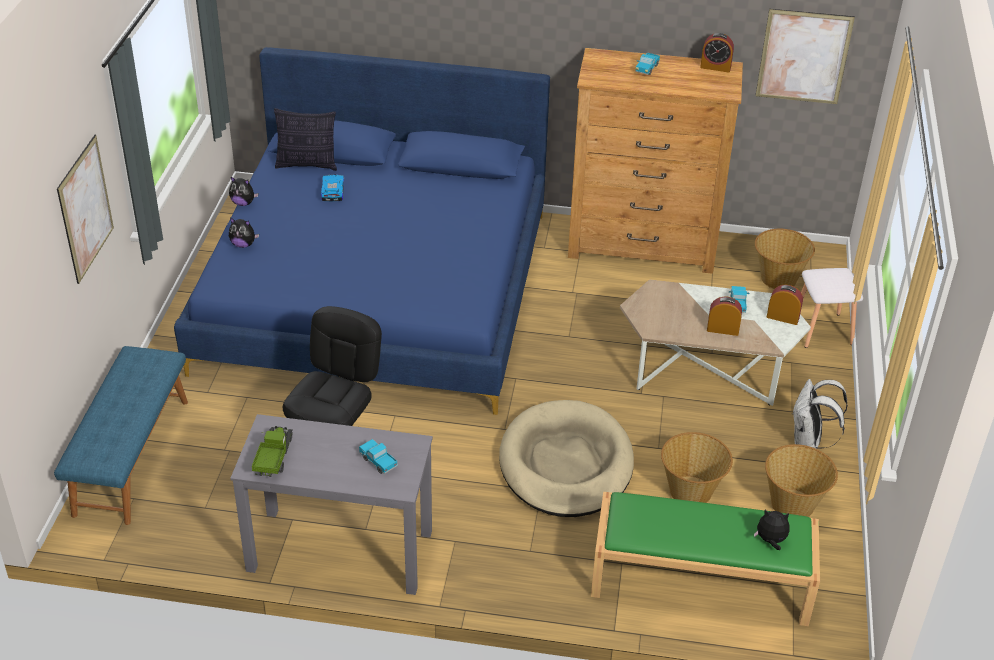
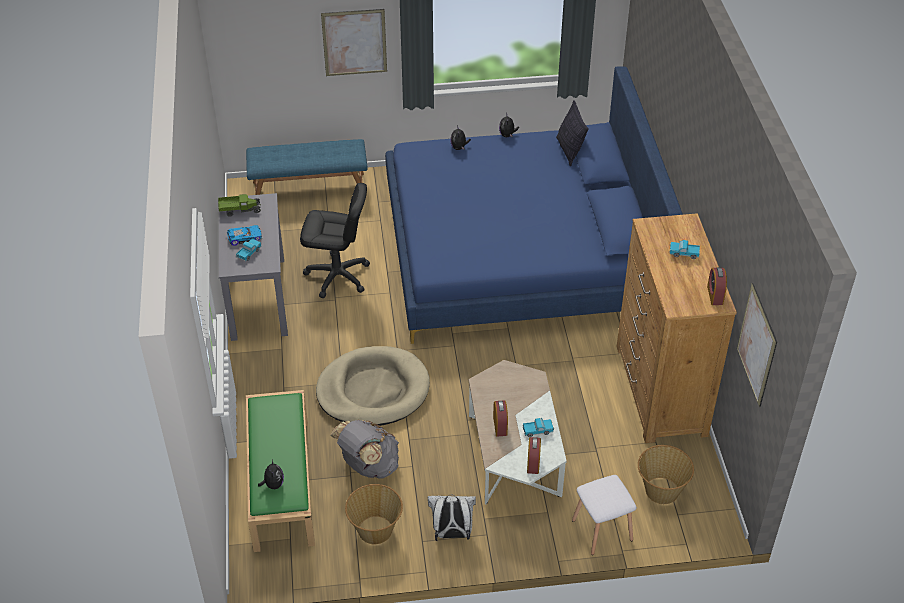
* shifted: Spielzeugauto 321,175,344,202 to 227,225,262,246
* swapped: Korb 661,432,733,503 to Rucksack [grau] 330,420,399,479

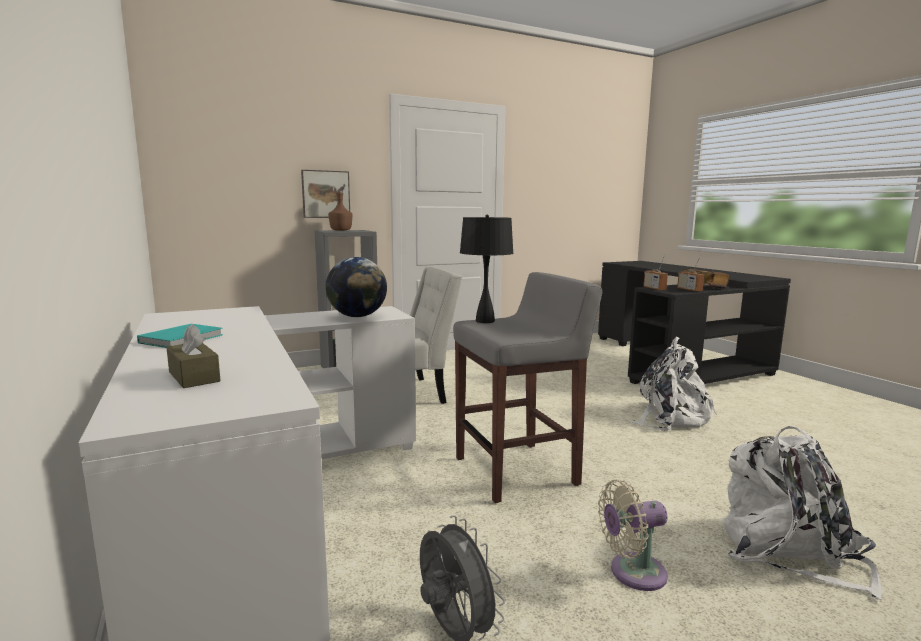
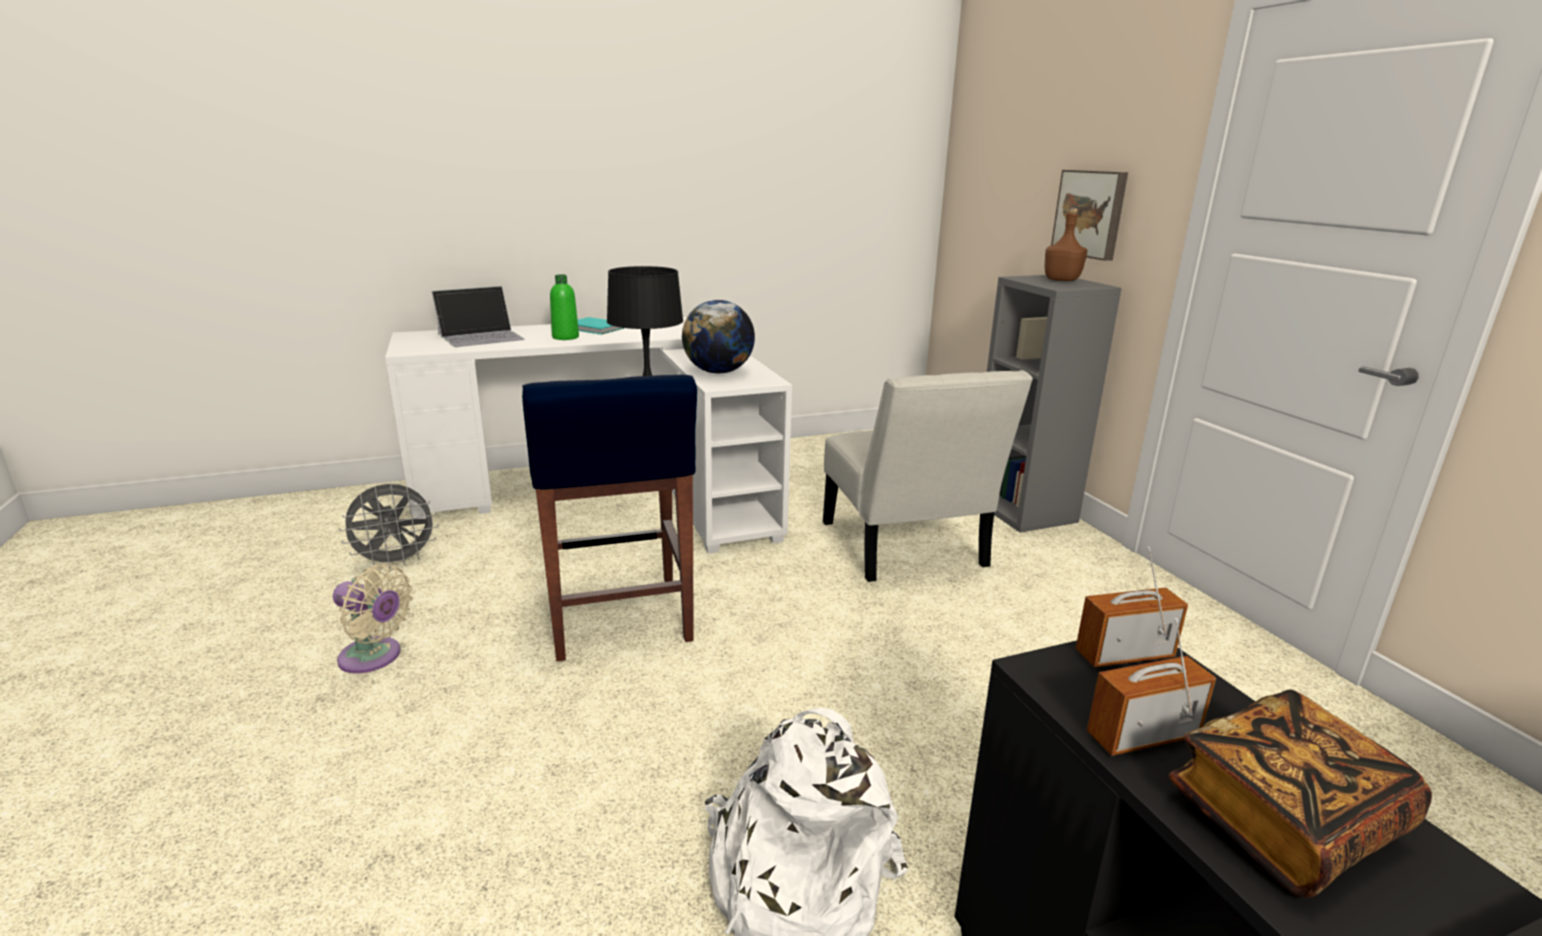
* gone: Rucksack [weiß] 724,426,882,600
* new: Flasche [grün] 550,274,579,340
* swapped: Taschentuchbox [braun] 166,324,221,388 to Laptop 432,286,525,347
* repainted: Hocker [grau] 453,272,603,503 to Hocker [blau] 522,375,697,662
* rotated: Ventilator [beige] 598,480,668,591 = 333,564,413,673 120 degrees clockwise

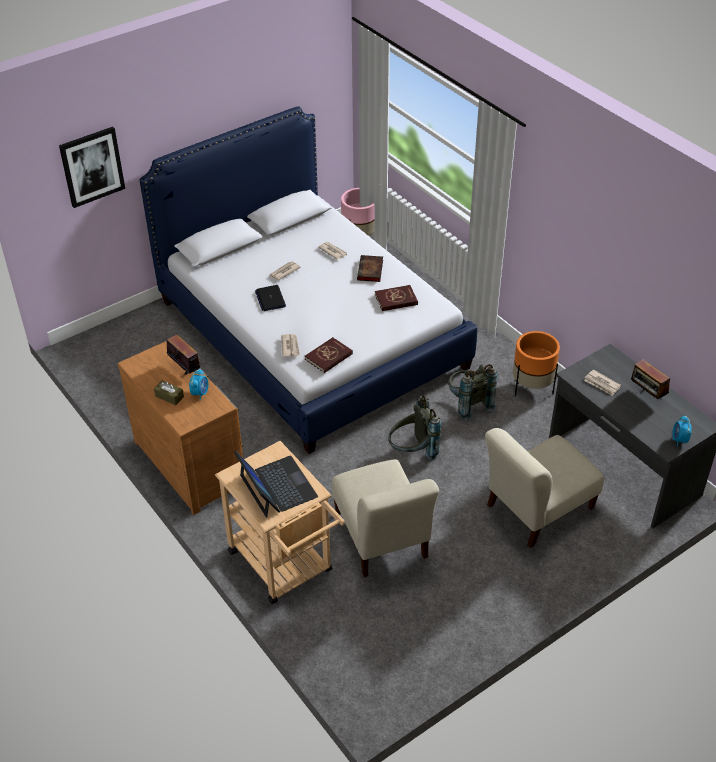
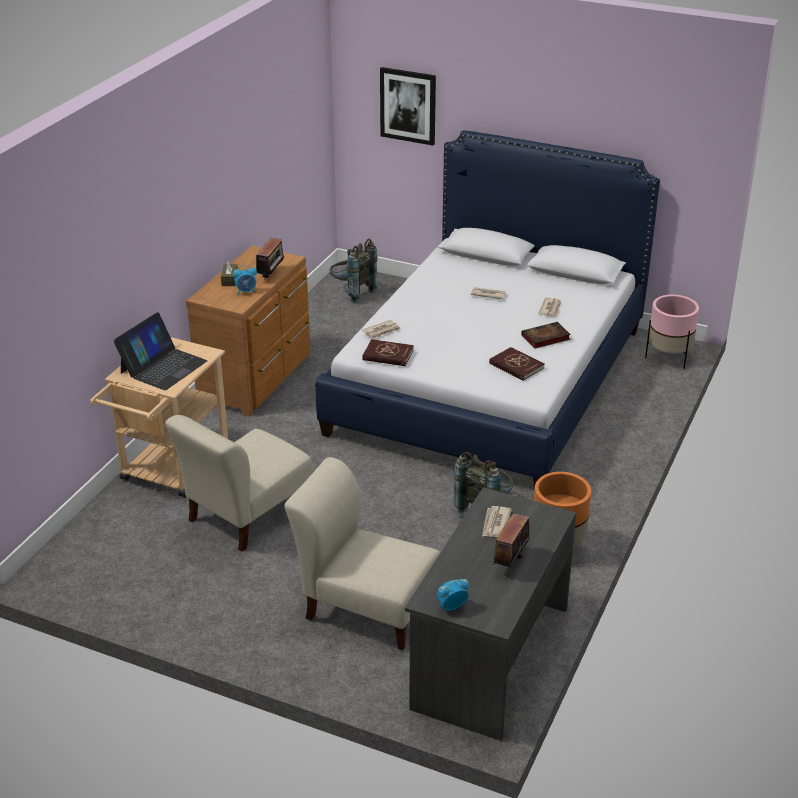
* gone: Laptop 255,285,286,311
* shifted: Rucksack [grau] 388,395,442,460 to 330,239,379,303

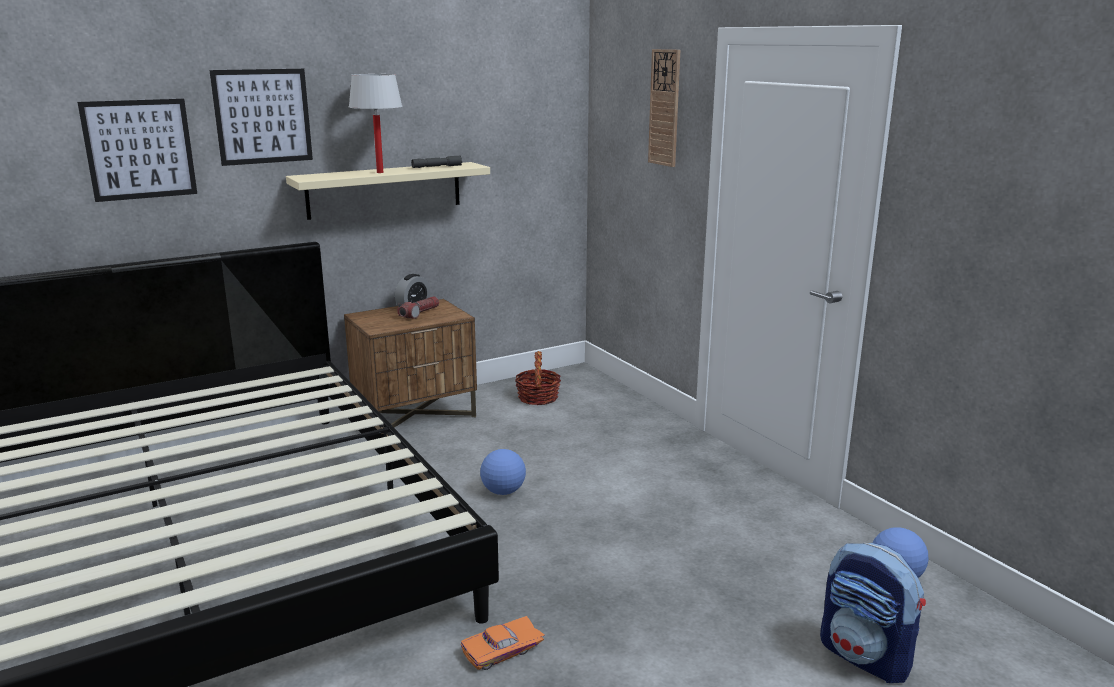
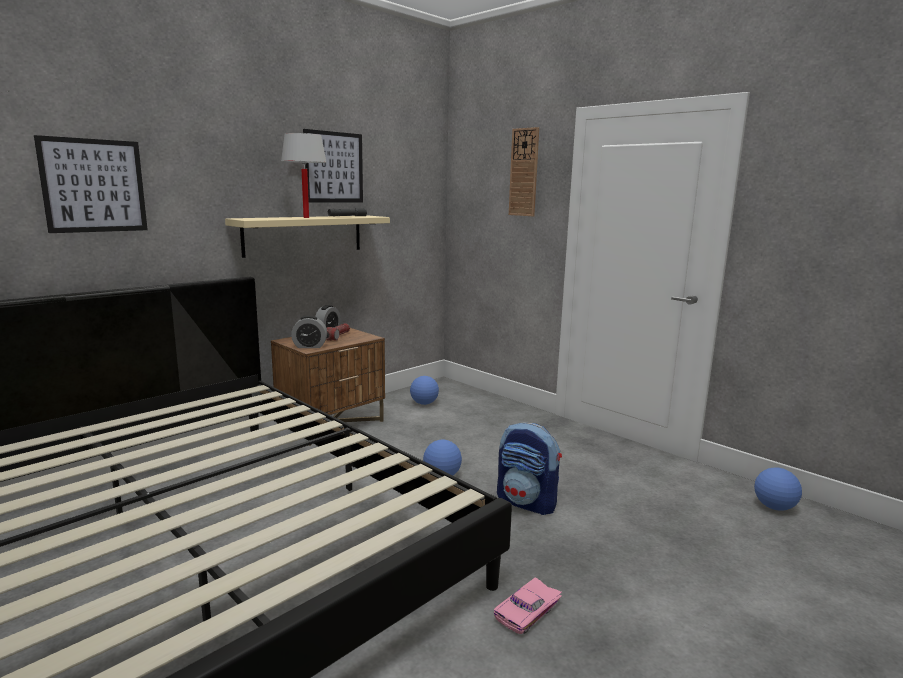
* new: Wecker 291,316,327,348
* shifted: Bild 209,69,313,166 to 303,129,363,202
* shifted: Rucksack 820,543,926,683 to 497,422,562,515
* swapped: Korb 515,351,561,405 to Fußball 410,376,439,405
* repainted: Spielzeugauto [orange] 461,616,545,670 to Spielzeugauto [rosa] 494,577,562,634

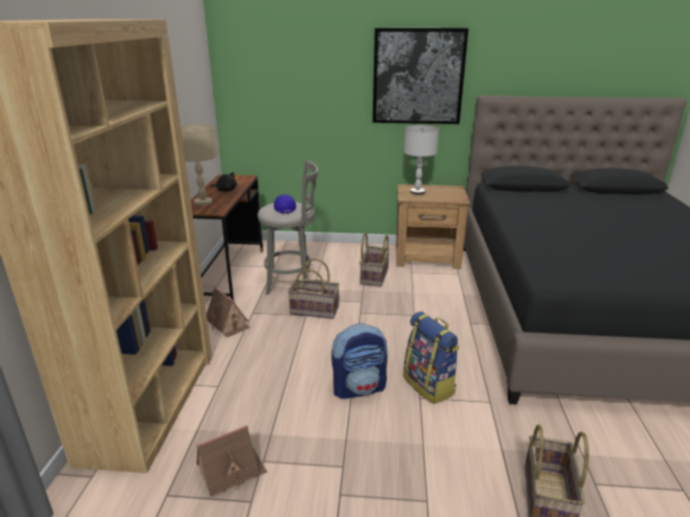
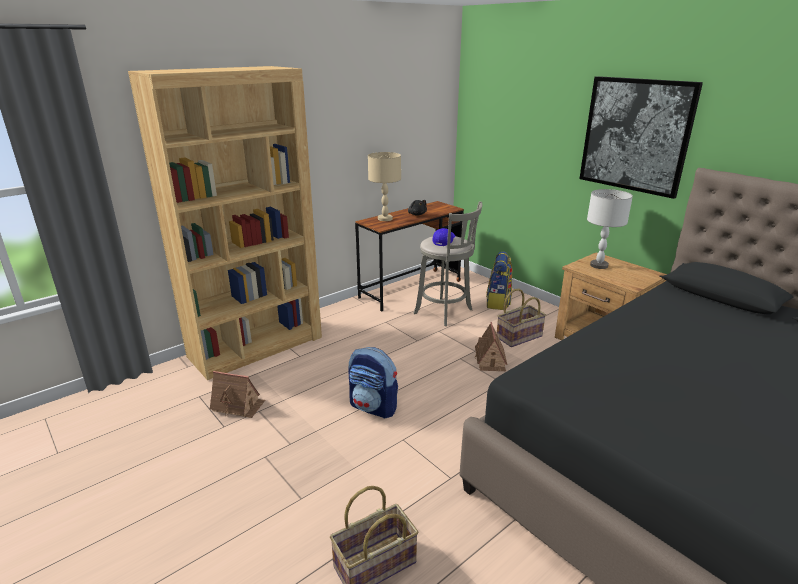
* gone: Korb 288,258,339,319
* shifted: Spielzeughaus 206,287,251,338 to 475,322,508,371
* shifted: Rucksack 403,312,460,404 to 486,251,513,310

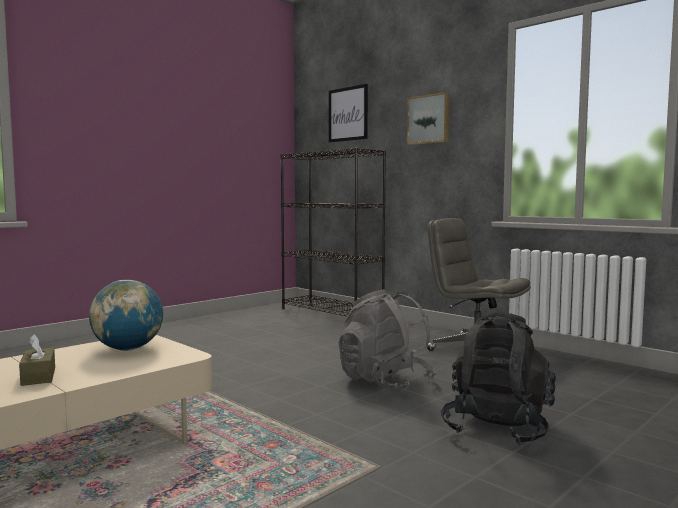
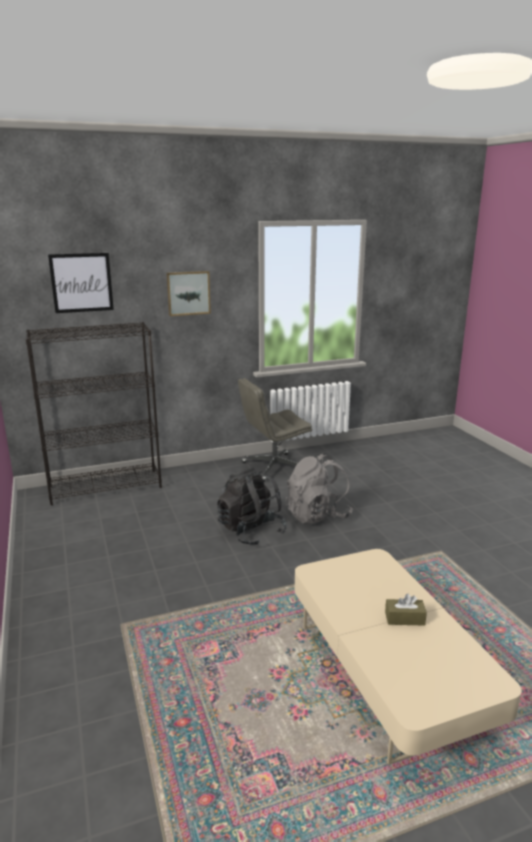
* gone: Globus 89,280,163,351
* shifted: Rucksack [schwarz] 441,312,556,445 to 217,467,287,545

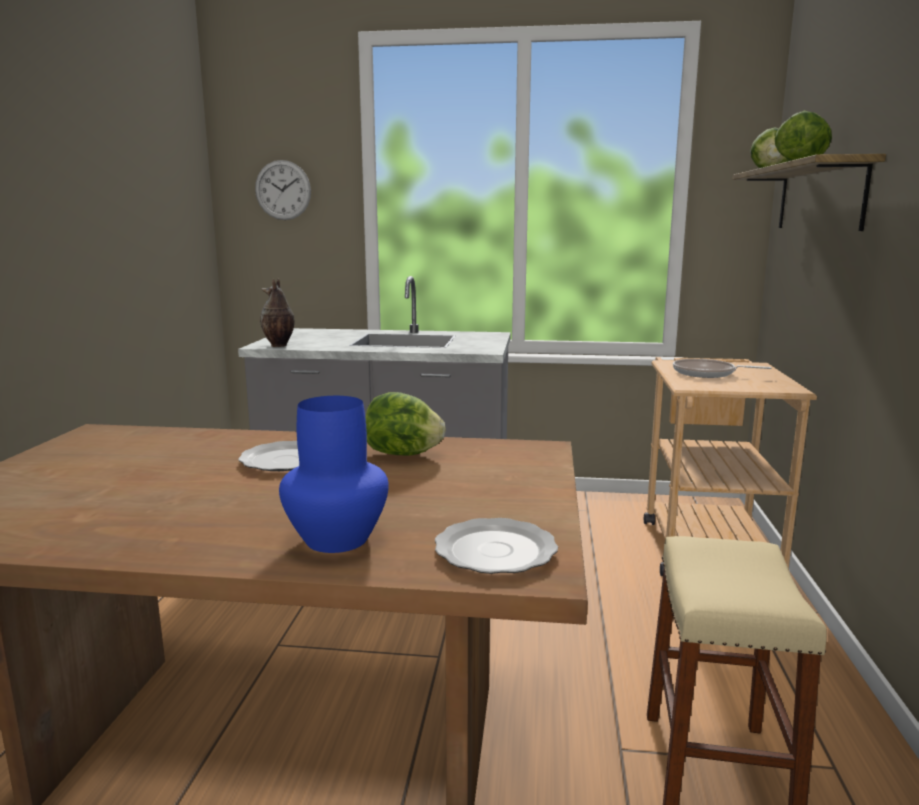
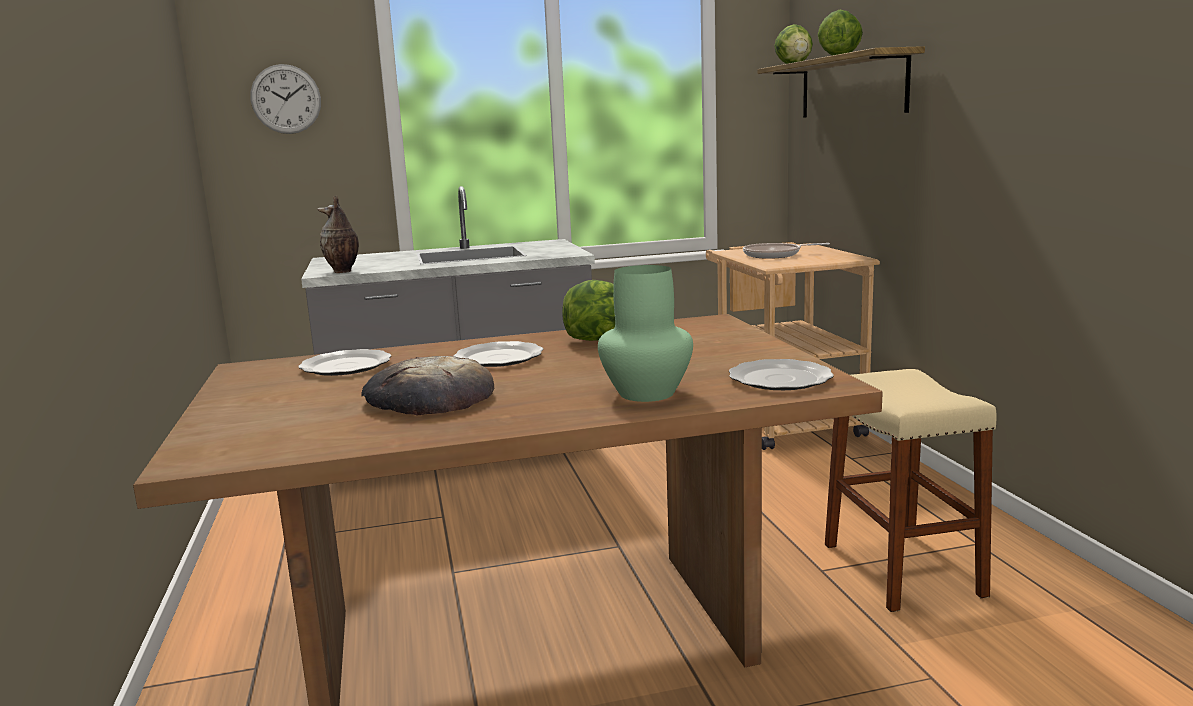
* new: Teller 298,349,392,376
* new: Brot 361,356,494,415
* repainted: Vase [blau] 279,396,389,553 to Vase [grün] 598,265,693,402

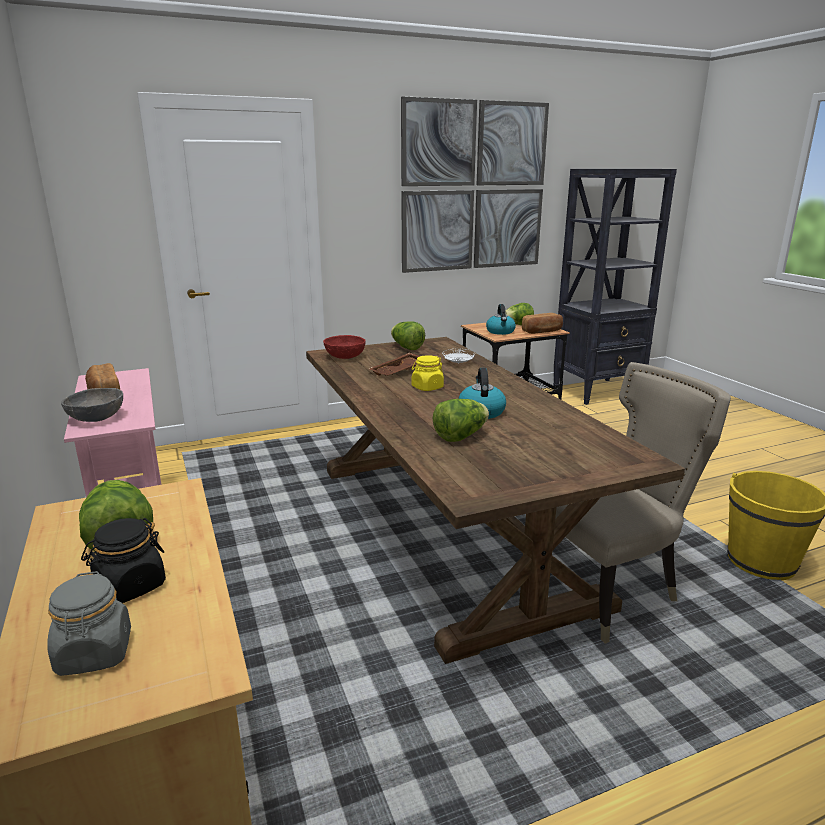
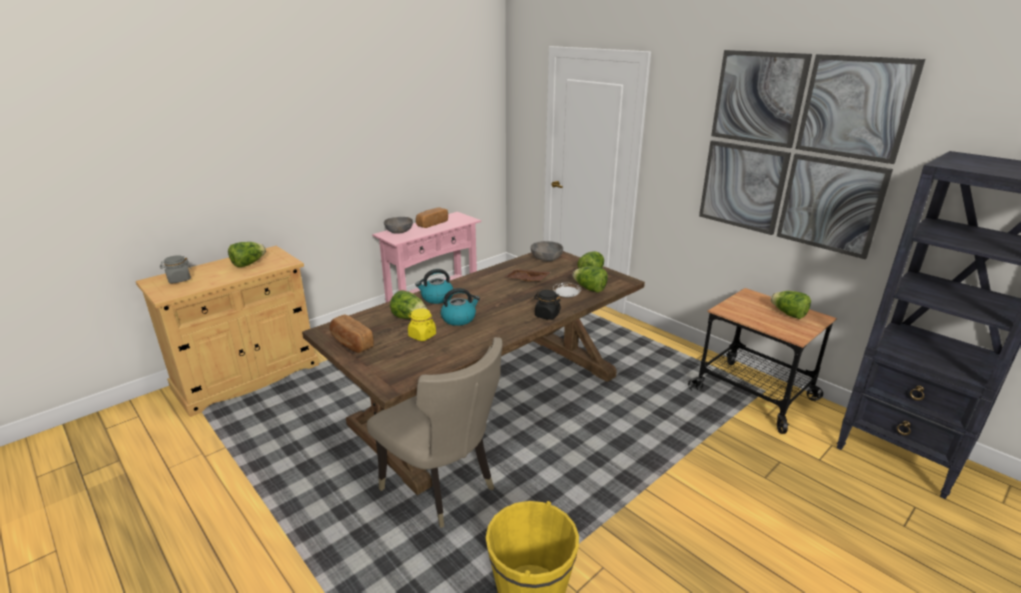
* new: Salatkopf 572,266,608,293
* shifted: Vorratsglas [schwarz] 81,518,166,603 to 534,290,561,320
* shifted: Vorratsglas [gelb] 412,355,444,391 to 408,308,436,341
* shifted: Wasserkessel 486,304,516,335 to 415,269,453,304
* shifted: Brot 522,313,563,334 to 330,314,374,353
* repainted: Schüssel [rot] 323,335,366,359 to Schüssel [grau] 530,241,563,261

